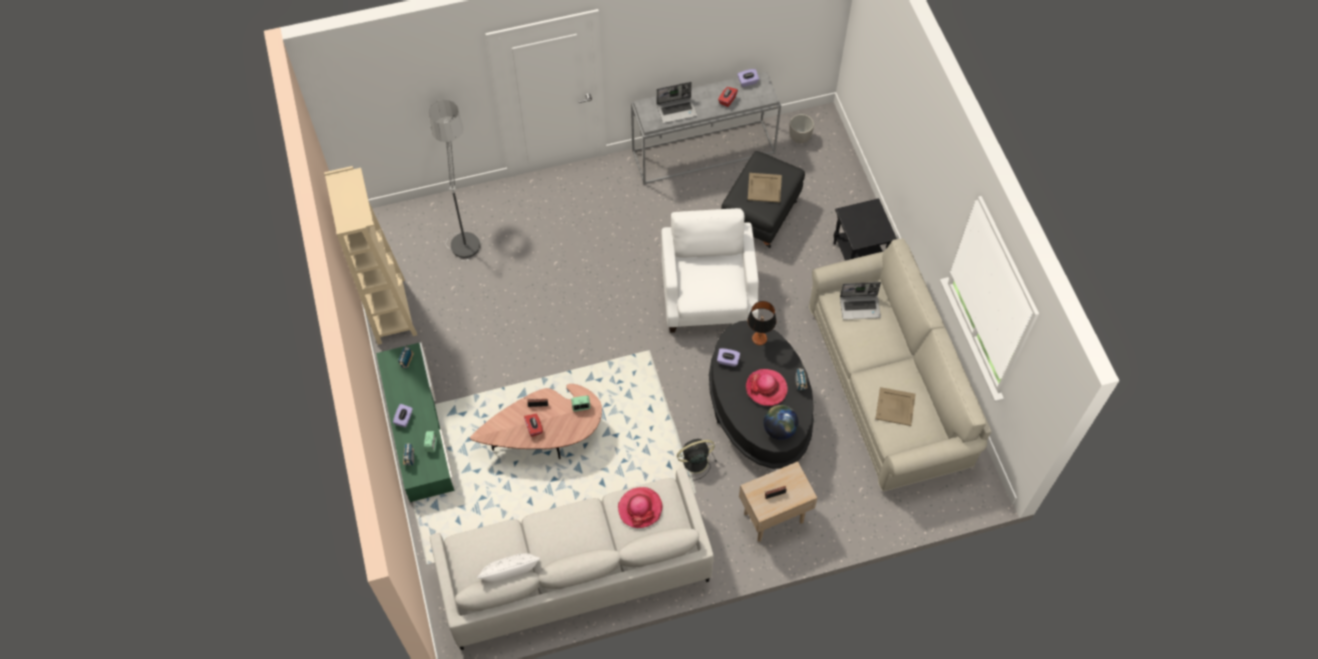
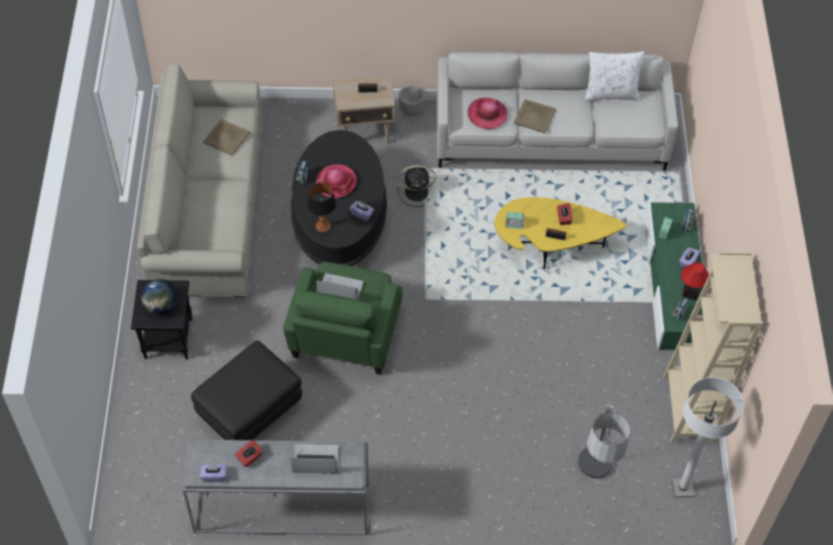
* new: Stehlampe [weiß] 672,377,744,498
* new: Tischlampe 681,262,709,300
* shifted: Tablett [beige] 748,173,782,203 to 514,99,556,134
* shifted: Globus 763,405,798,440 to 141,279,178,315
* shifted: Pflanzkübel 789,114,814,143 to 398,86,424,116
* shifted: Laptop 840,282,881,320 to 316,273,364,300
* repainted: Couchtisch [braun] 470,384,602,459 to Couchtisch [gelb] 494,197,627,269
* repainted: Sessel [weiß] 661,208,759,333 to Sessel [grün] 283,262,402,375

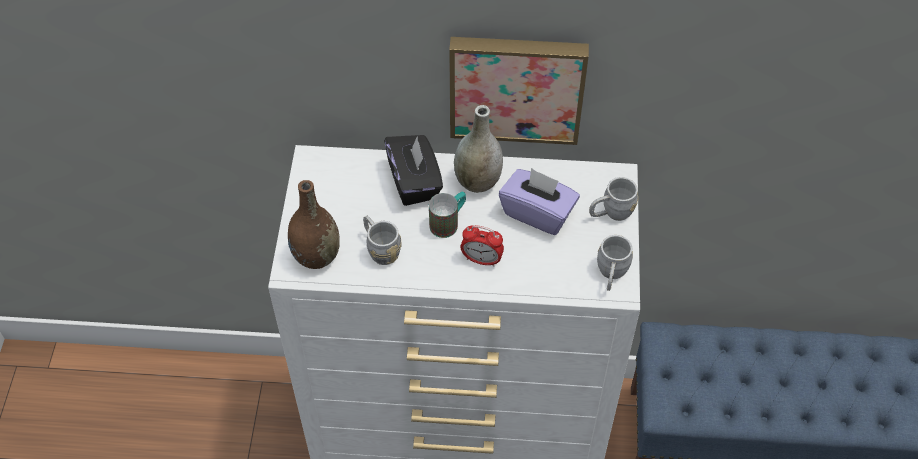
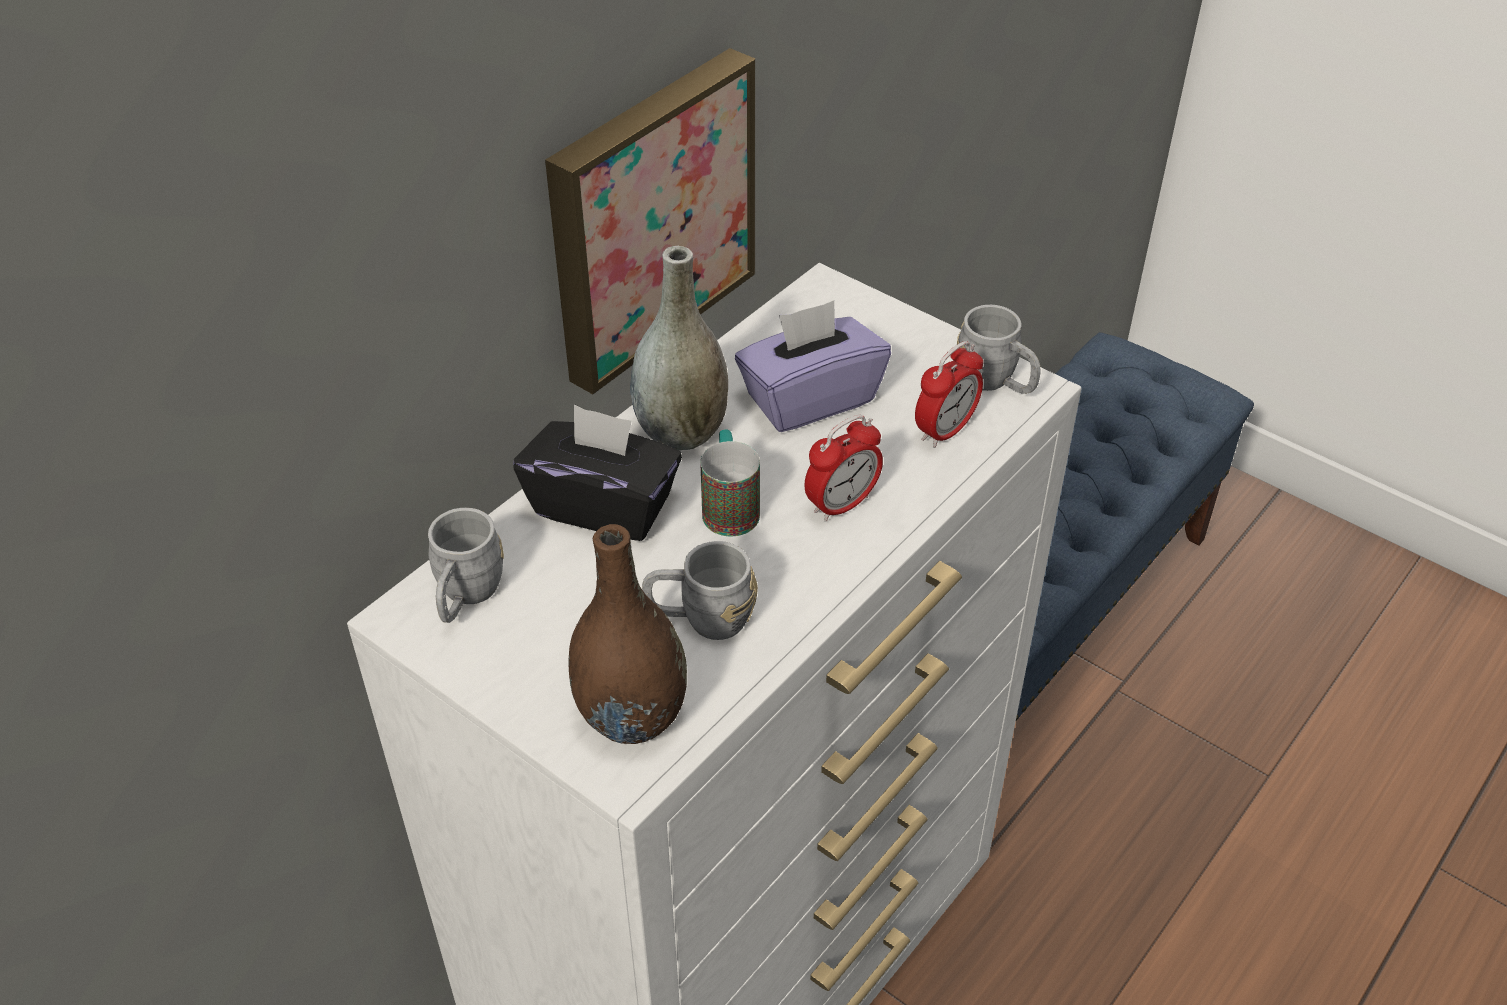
* new: Wecker 915,341,983,448
* shifted: Henkelbecher [grau] 589,177,638,221 to 428,508,504,623

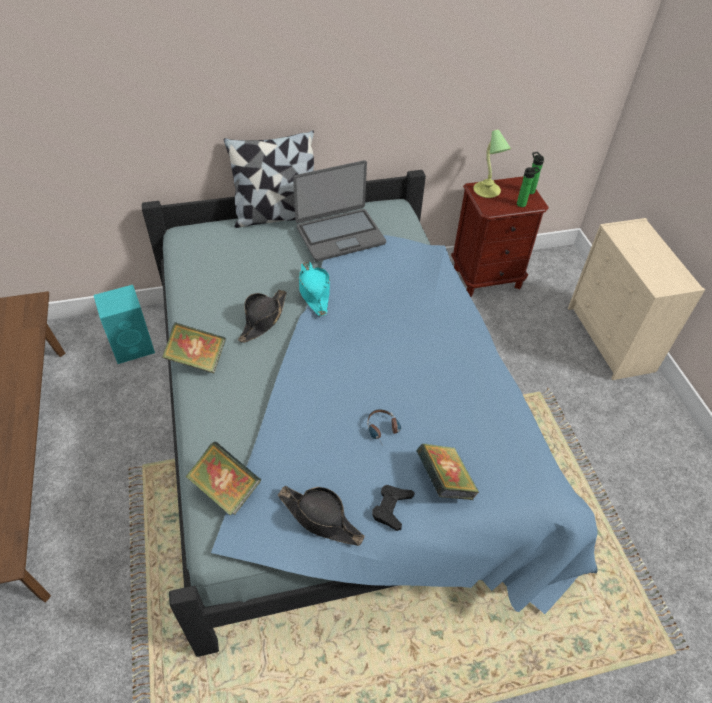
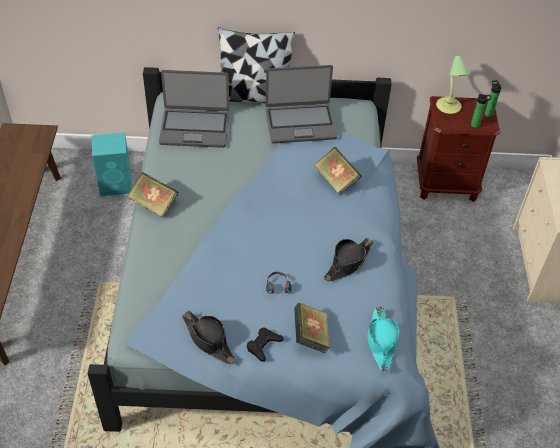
* new: Laptop 159,70,229,148
* shifted: Buch 186,442,261,516 to 314,147,362,195
* shifted: Hut [schwarz] 238,290,287,343 to 323,238,374,282
* shifted: Hut [türkis] 299,262,330,316 to 368,306,400,372

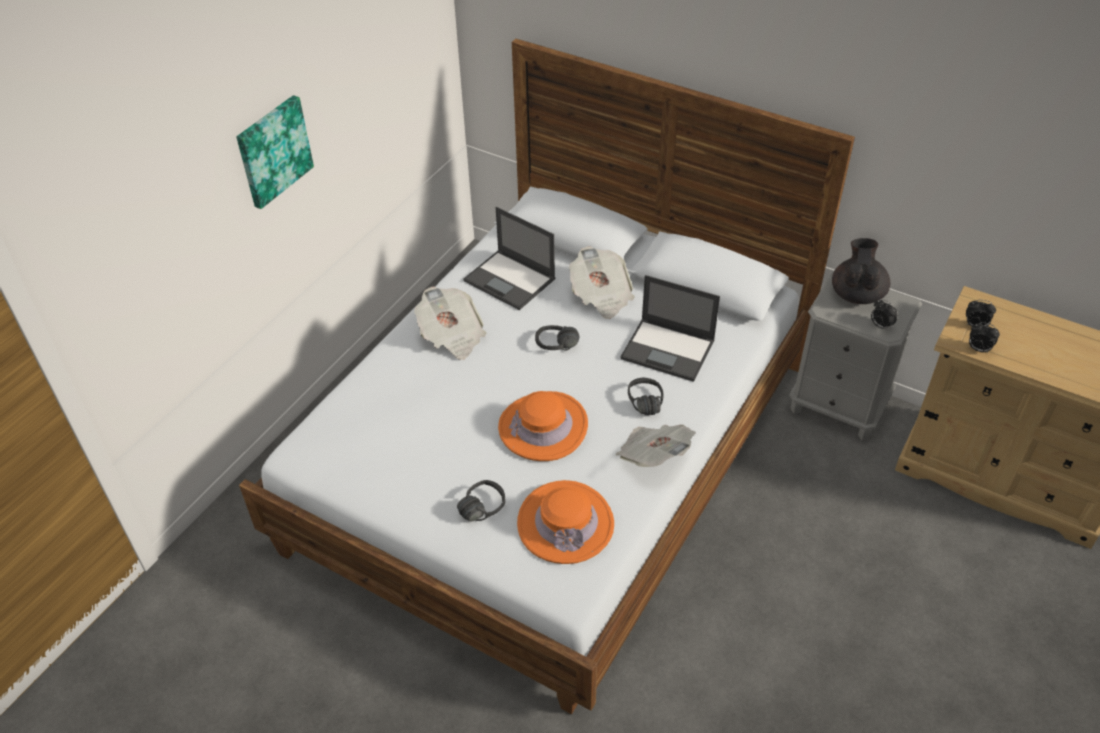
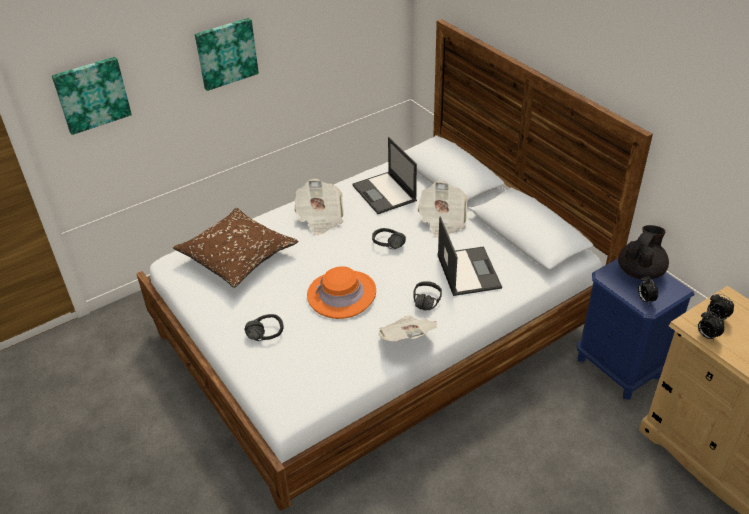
* gone: Hut [orange] 517,480,614,564
* new: Bild 52,57,132,135
* new: Kissen [braun] 173,208,298,288
* repainted: Nachttisch [grau] 789,272,922,441 to Nachttisch [blau] 577,258,695,400
* rotated: Laptop 620,275,720,382 = 437,216,502,296 150 degrees counterclockwise

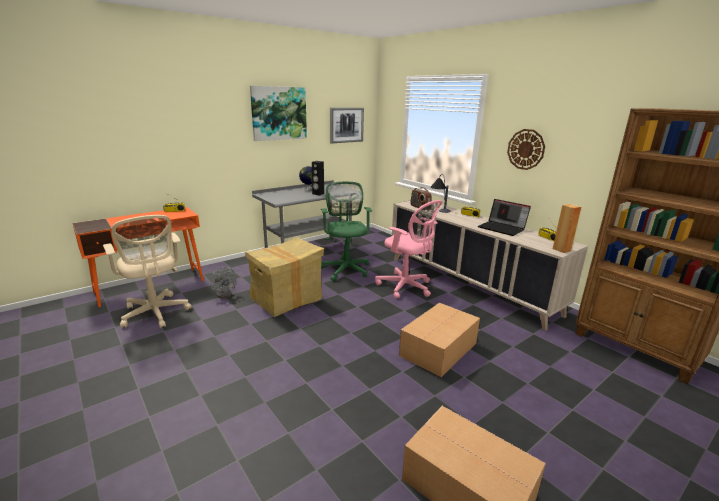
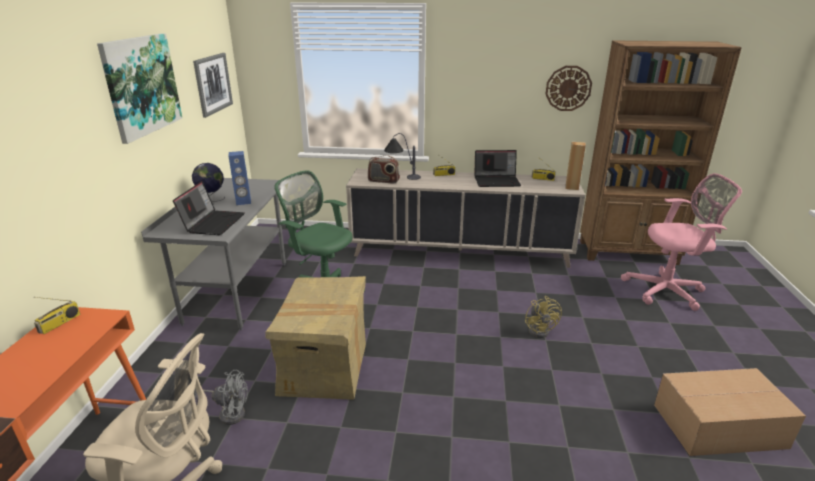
* new: Laptop 173,181,245,235
* shifted: Bürostuhl [rosa] 375,200,443,299 to 621,173,742,311
* shifted: Wanduhr 507,129,545,170 to 546,66,592,111
* swapped: Karton 399,303,480,377 to Ventilator [gelb] 525,296,562,338
* repainted: Lautsprecher [schwarz] 312,161,324,195 to Lautsprecher [blau] 228,151,251,205

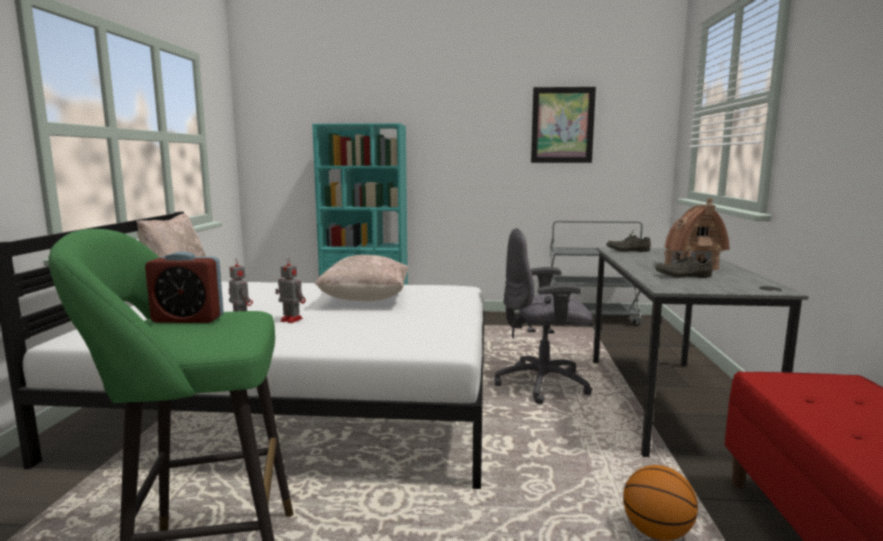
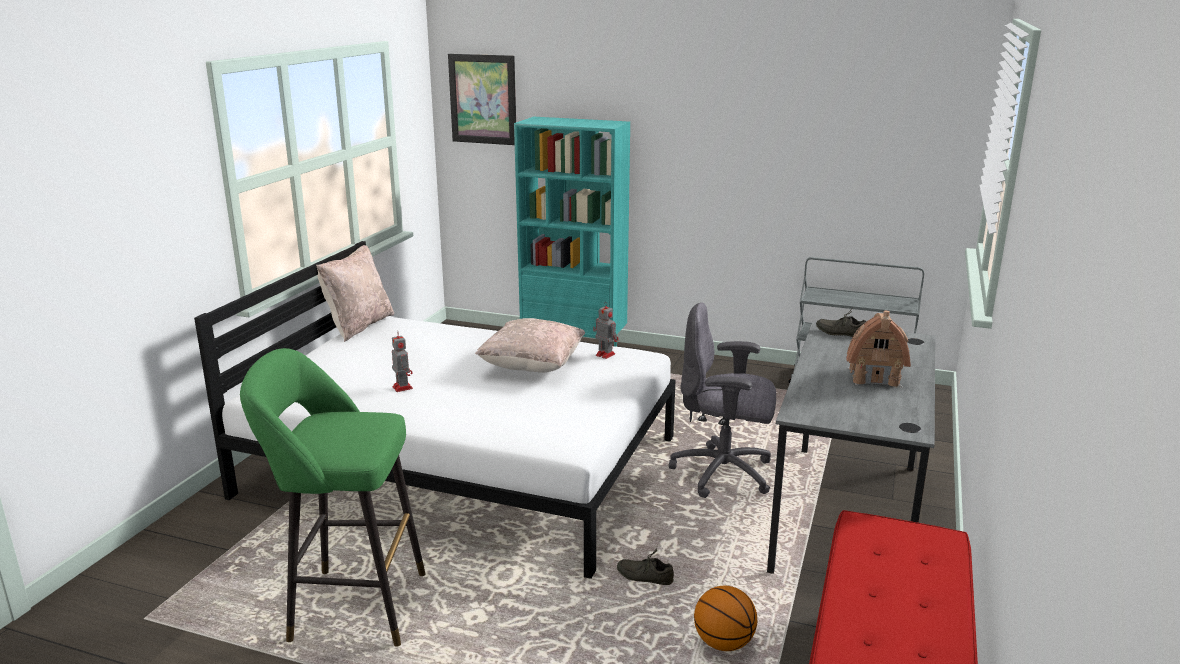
* gone: Wecker 145,251,224,323
* shifted: Spielzeugroboter 275,258,305,323 to 593,302,619,359
* shifted: Bild 531,87,596,163 to 448,54,516,145
* shifted: Schuh [grau] 656,247,713,278 to 617,547,674,585

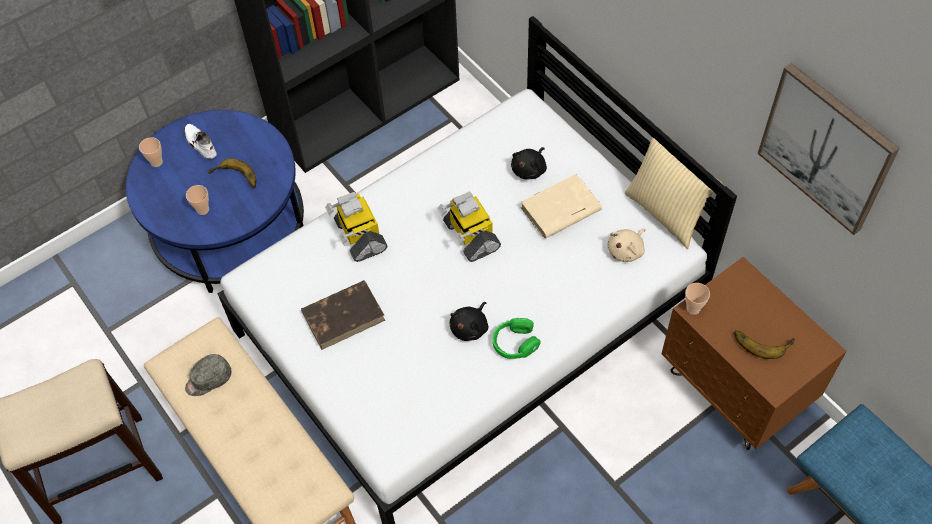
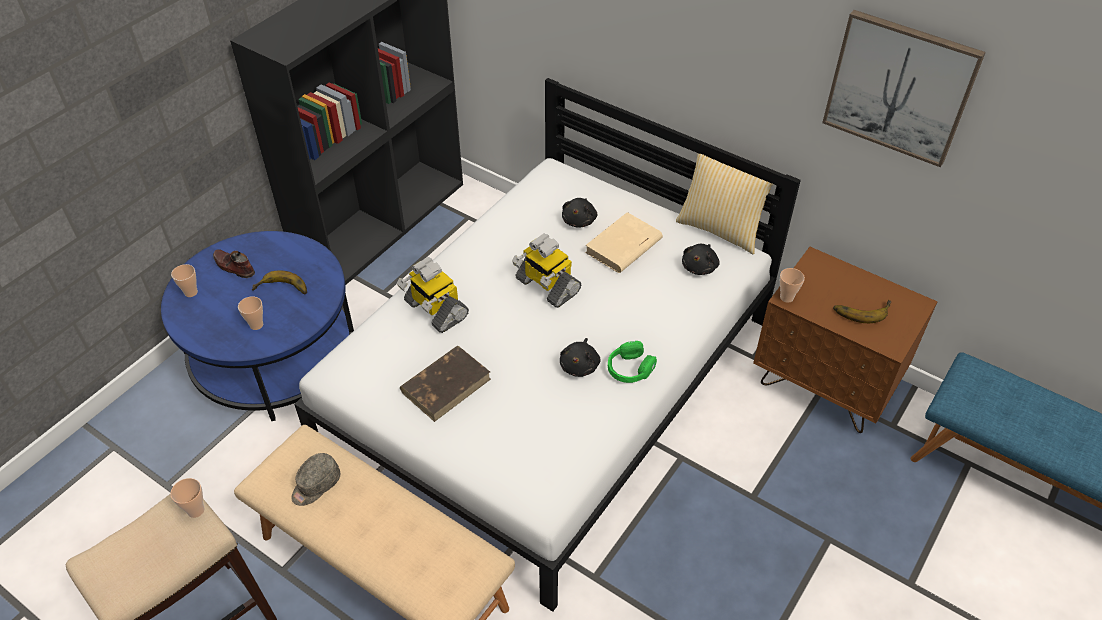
* new: Tasse 170,478,204,518
* repainted: Schuh [weiß] 184,124,217,159 to Schuh [braun] 213,249,255,278
* repainted: Plüschtier [beige] 608,229,646,262 to Plüschtier [schwarz] 682,244,720,275

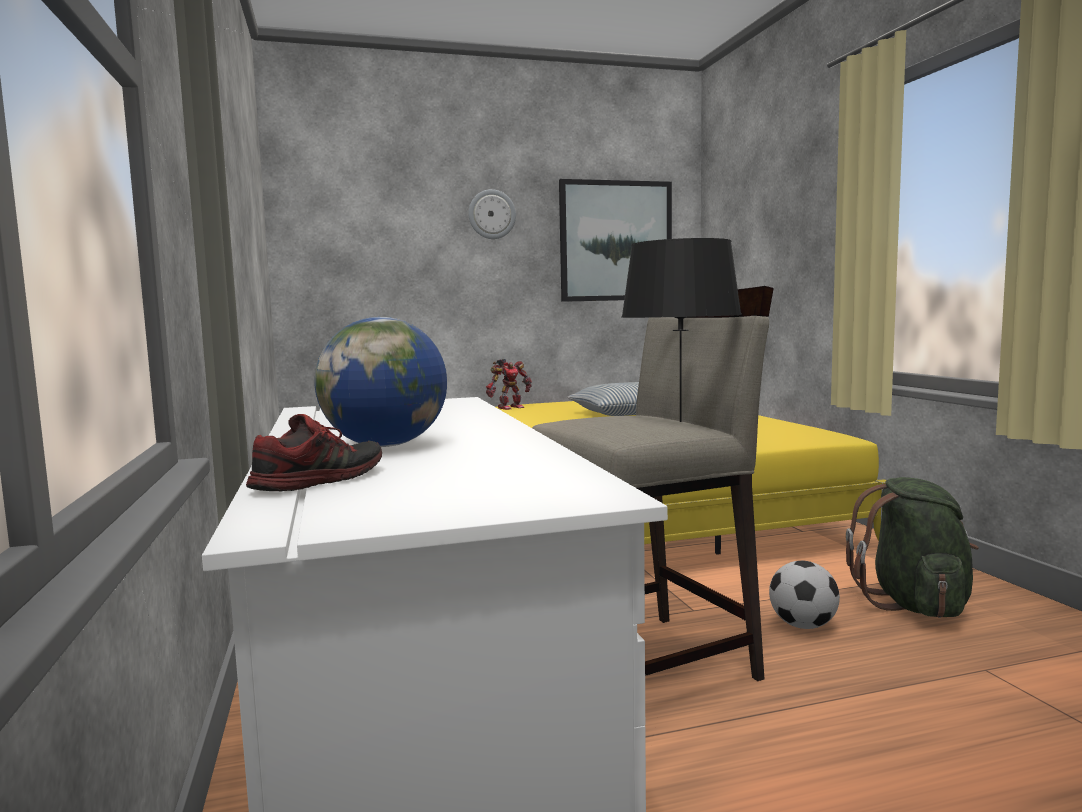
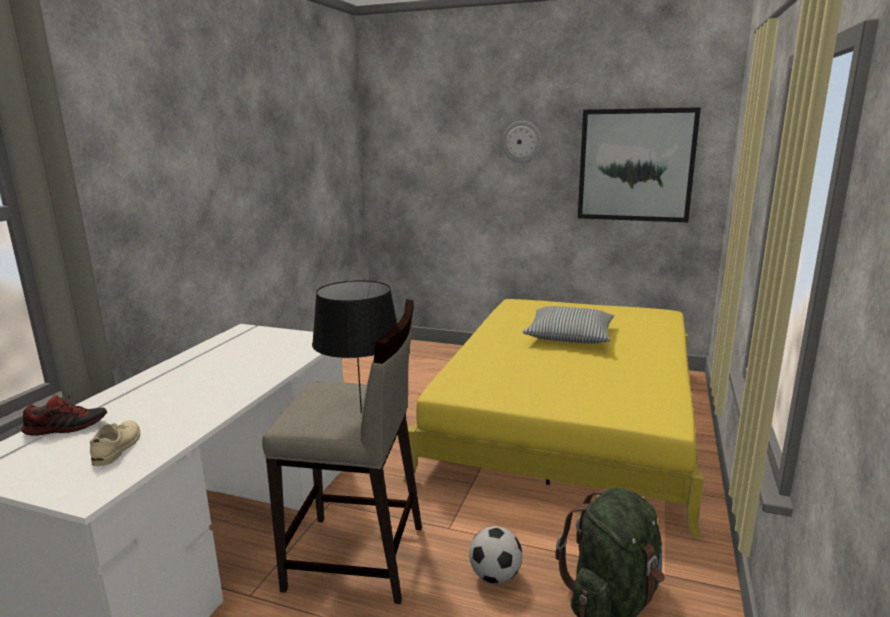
* gone: Globus 315,317,447,447
* gone: Spielzeugroboter 486,359,532,410
* new: Schuh [beige] 90,420,140,466

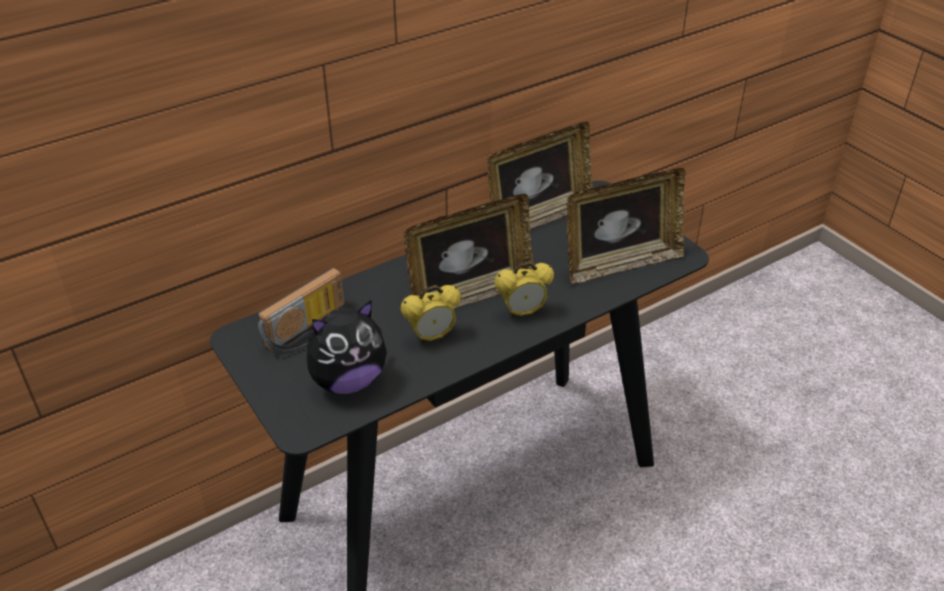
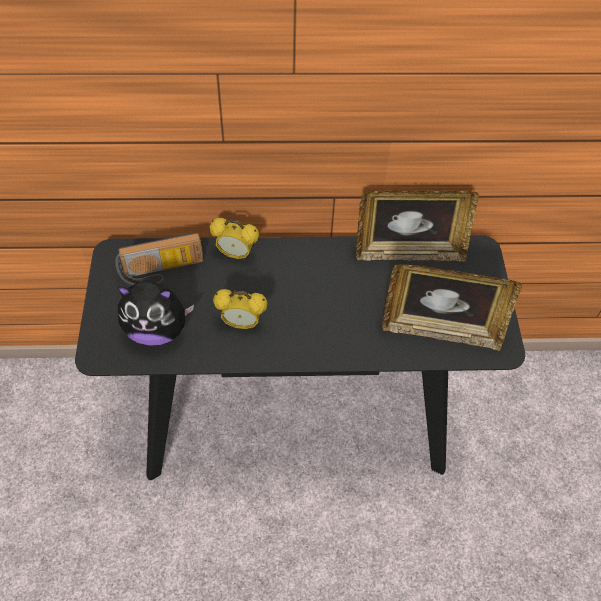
* gone: Bilderrahmen 404,194,534,309
* shifted: Wecker 494,261,554,318 to 210,218,259,260

